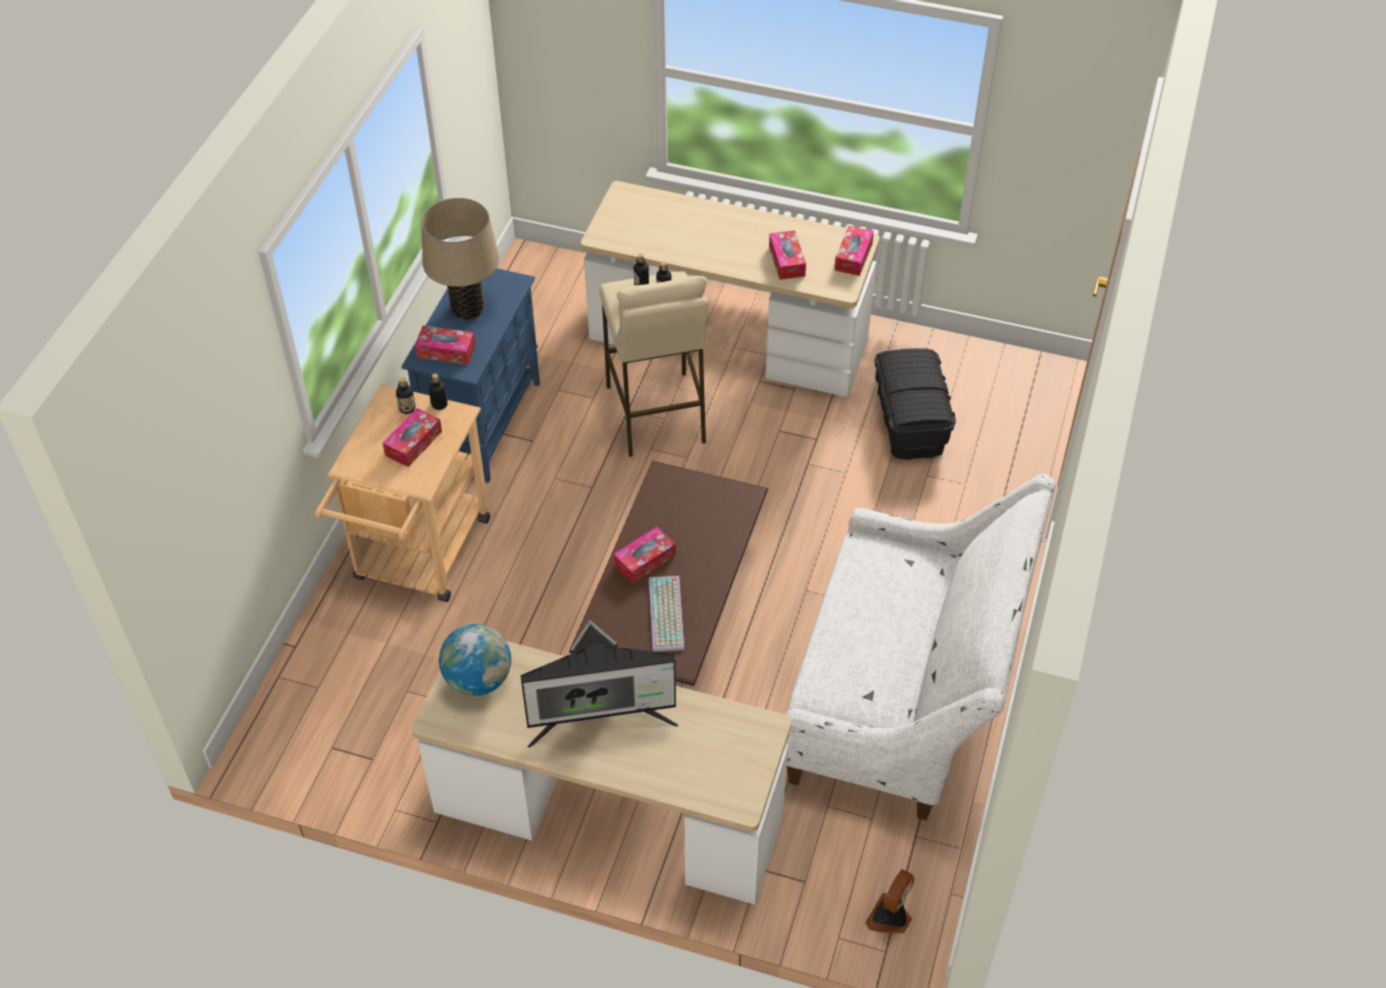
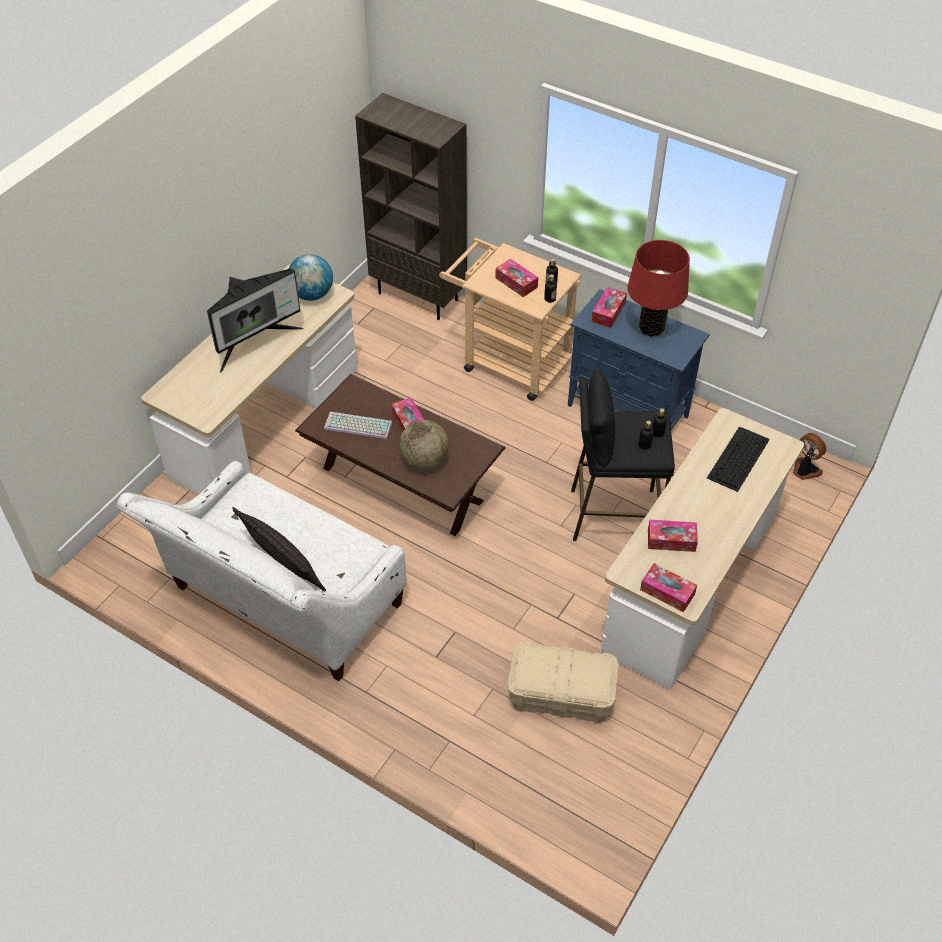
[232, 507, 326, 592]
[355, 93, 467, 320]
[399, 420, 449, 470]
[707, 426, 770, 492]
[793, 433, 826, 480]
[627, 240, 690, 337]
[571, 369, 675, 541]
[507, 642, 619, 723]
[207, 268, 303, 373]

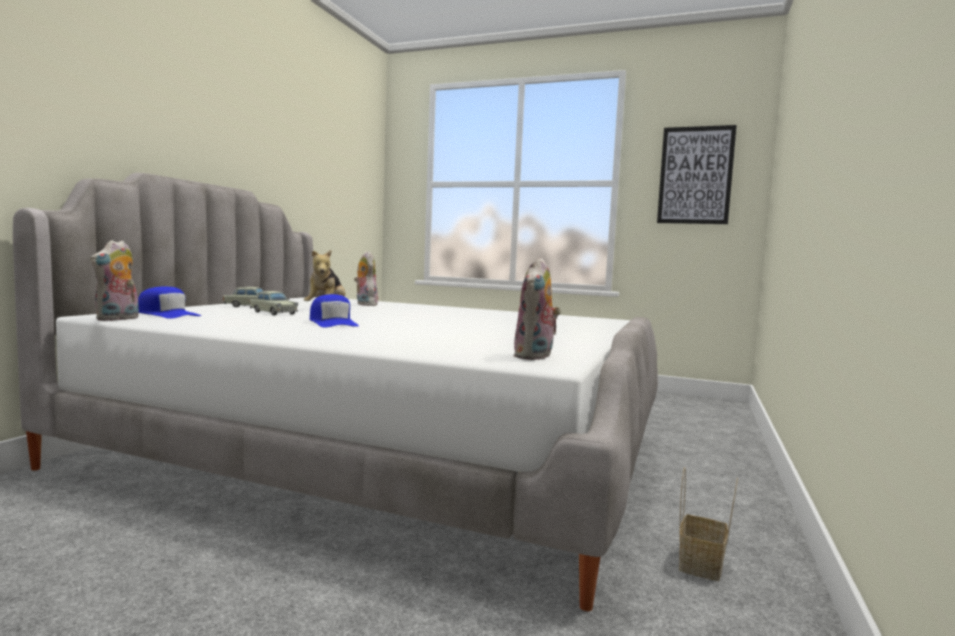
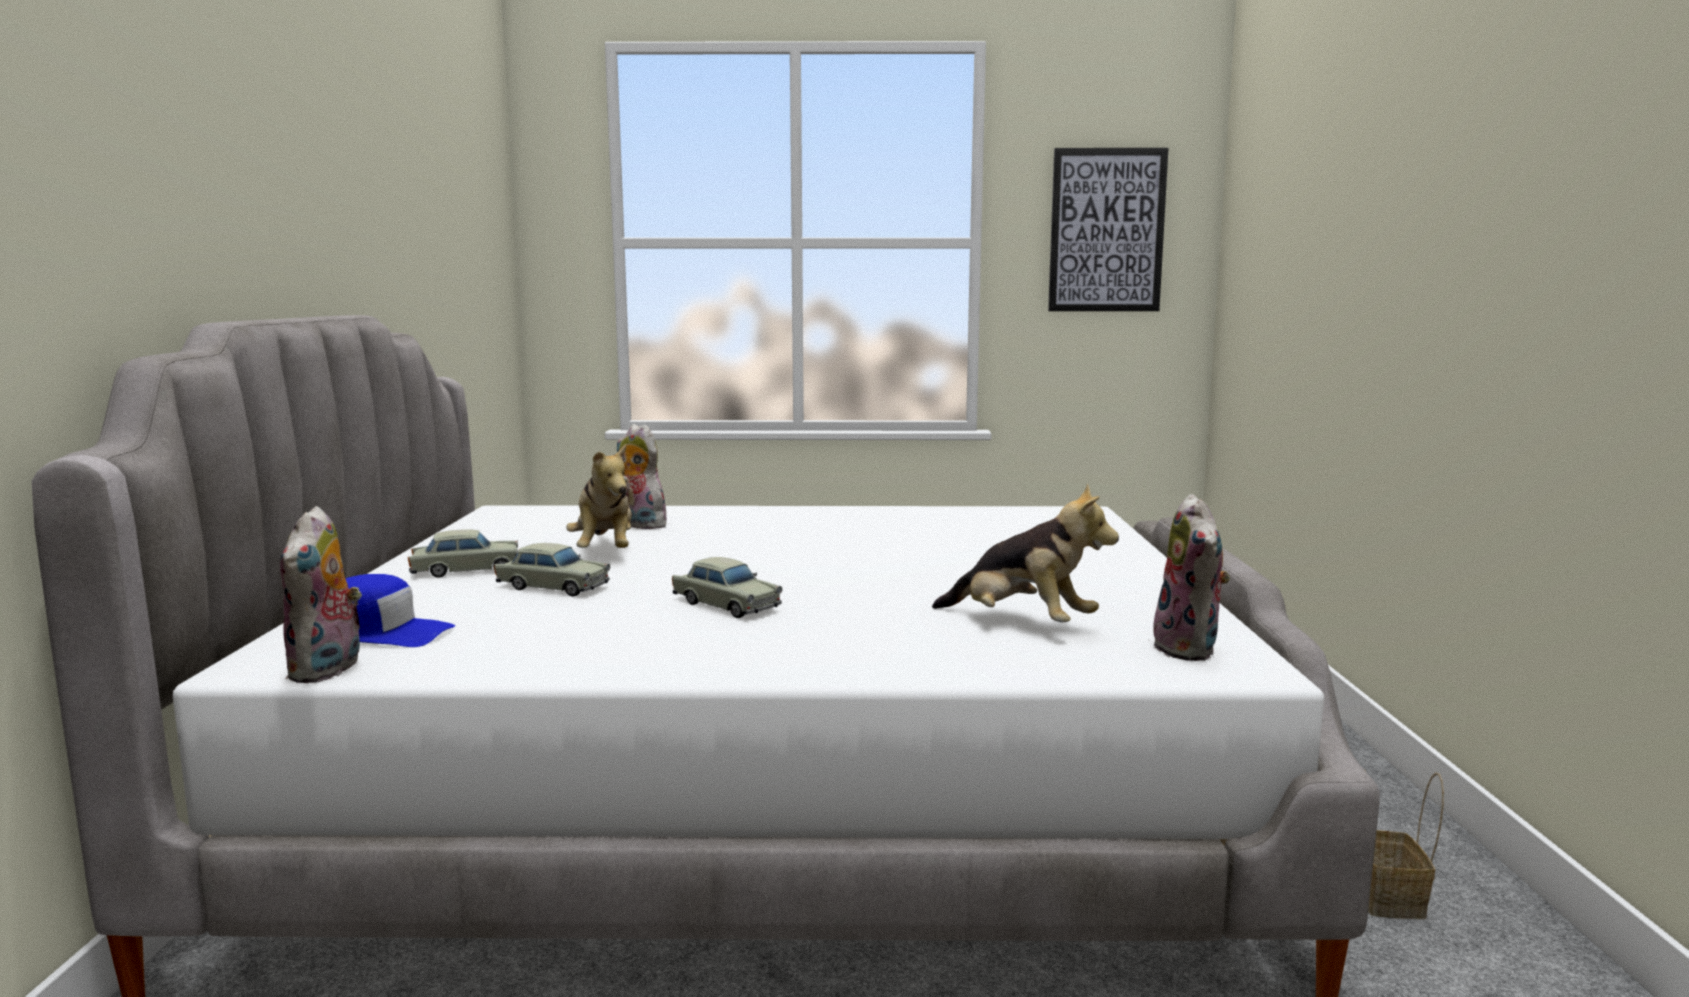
[932, 483, 1119, 622]
[672, 557, 782, 618]

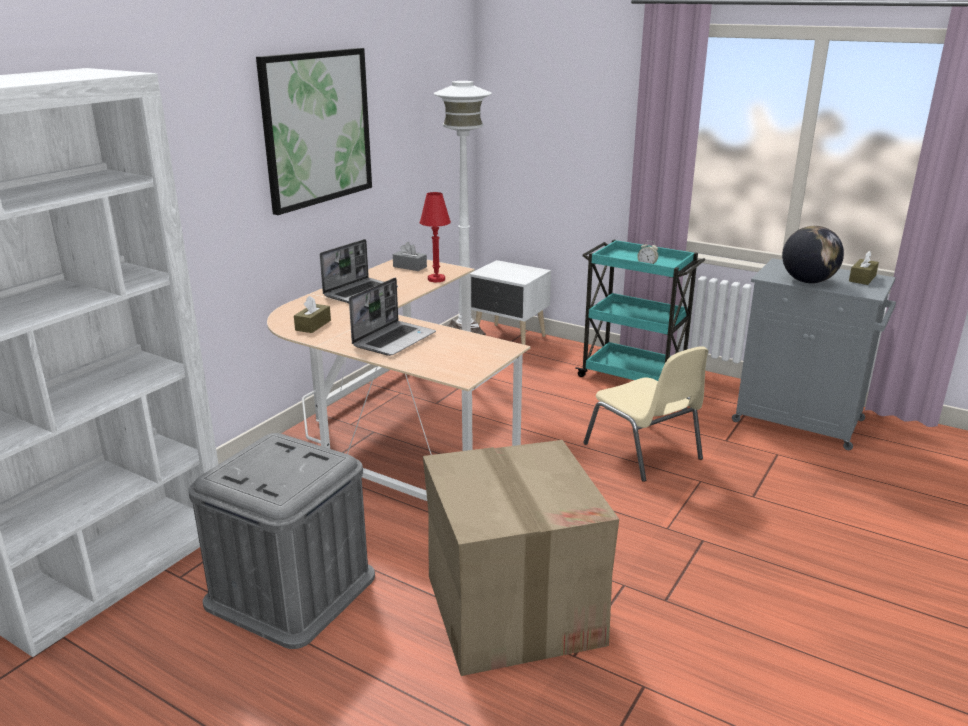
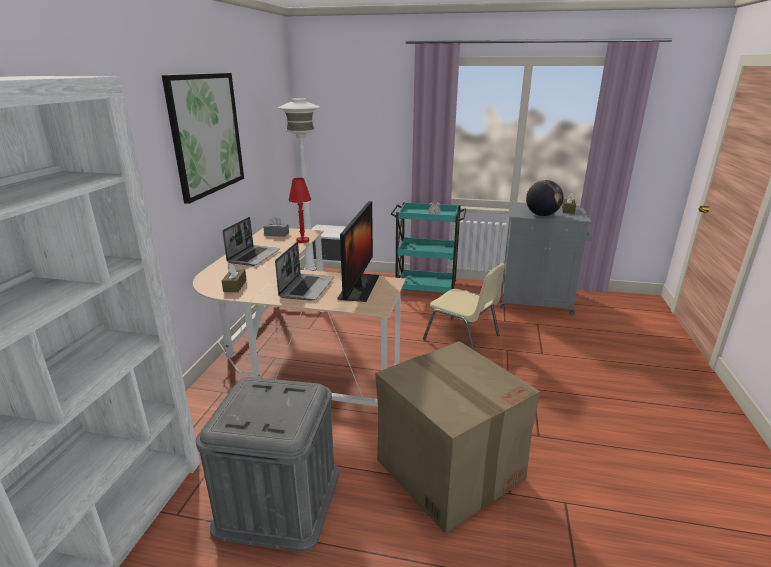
[338, 201, 379, 302]

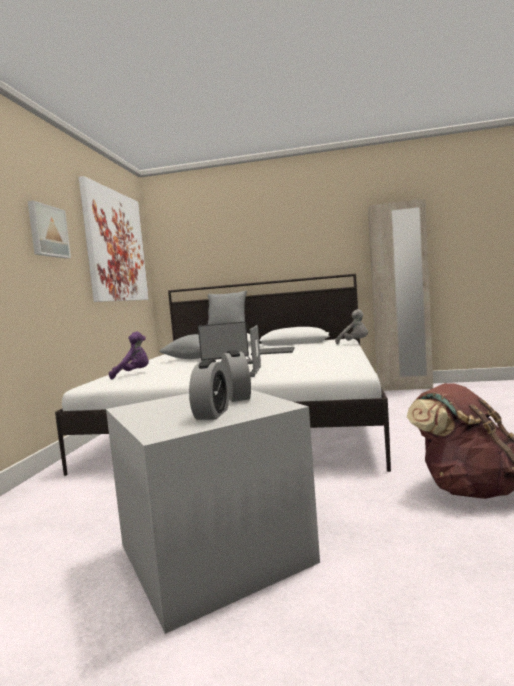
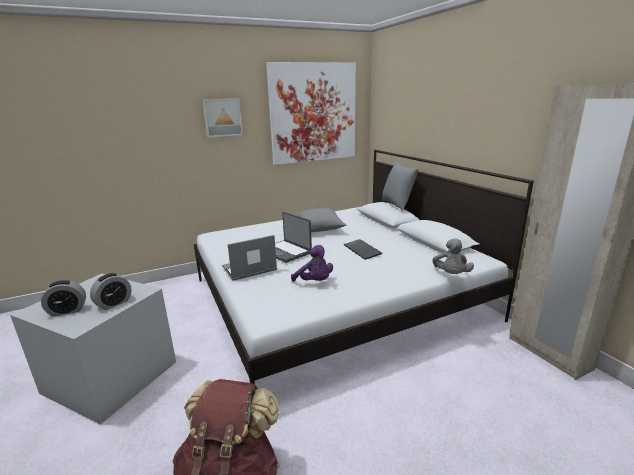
[291, 245, 333, 281]

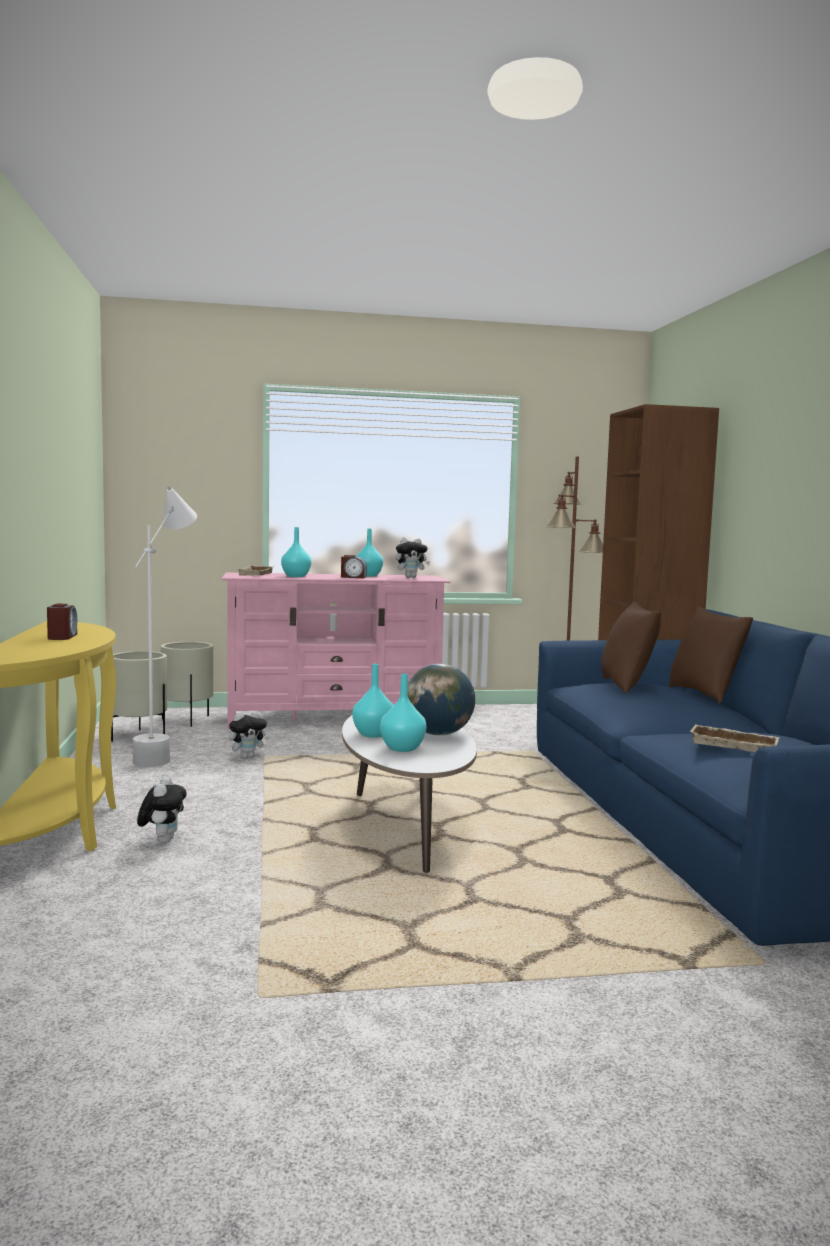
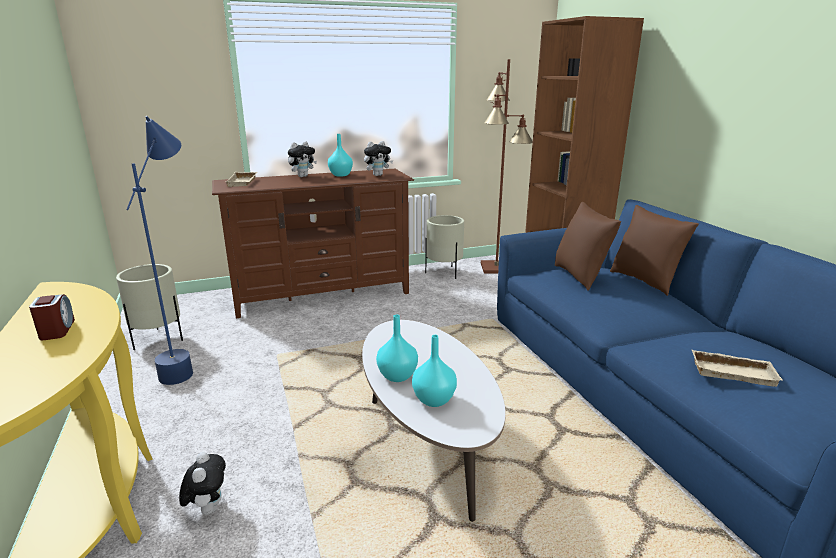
[281, 527, 311, 577] (first image)
[341, 555, 367, 578] (first image)
[408, 664, 475, 736] (first image)
[425, 215, 464, 279]
[288, 141, 317, 177]
[126, 116, 193, 385]
[212, 169, 414, 318]

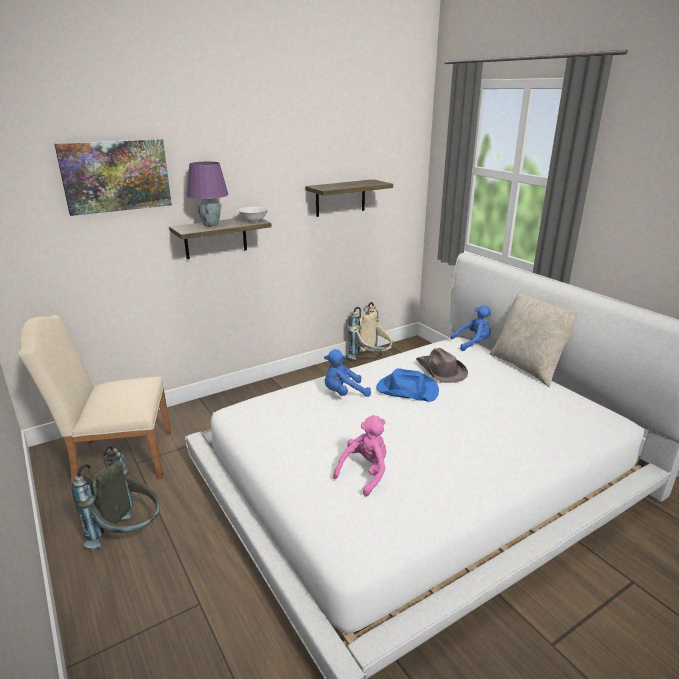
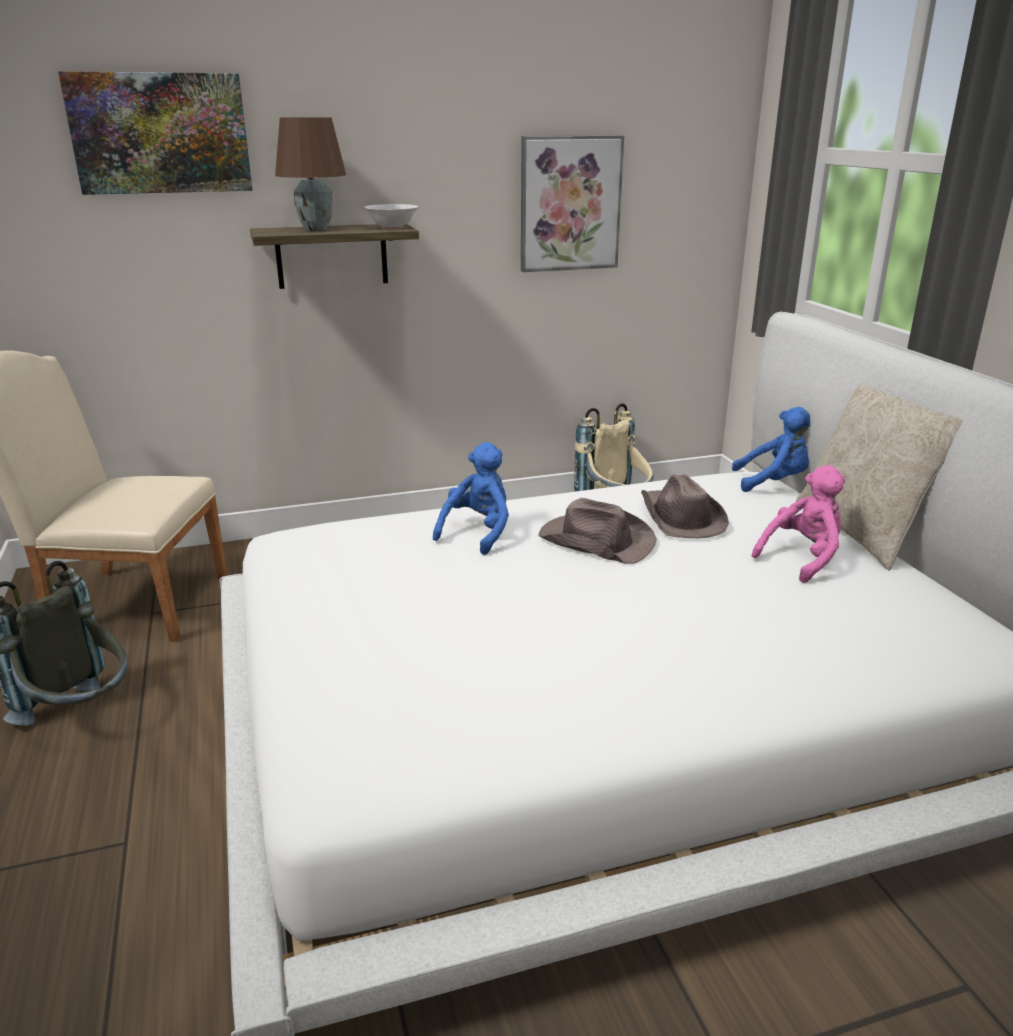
[752, 465, 846, 583]
[521, 135, 624, 272]
[275, 117, 346, 231]
[538, 498, 656, 564]
[433, 442, 509, 555]

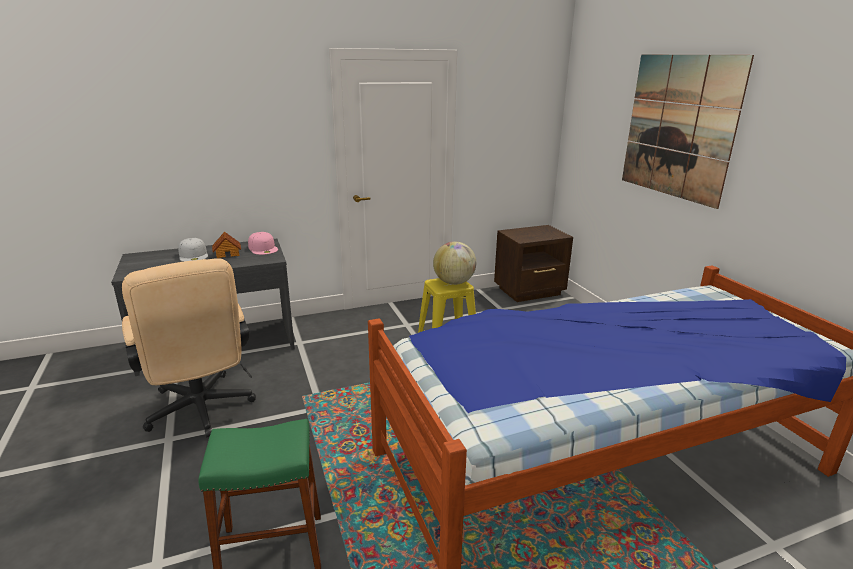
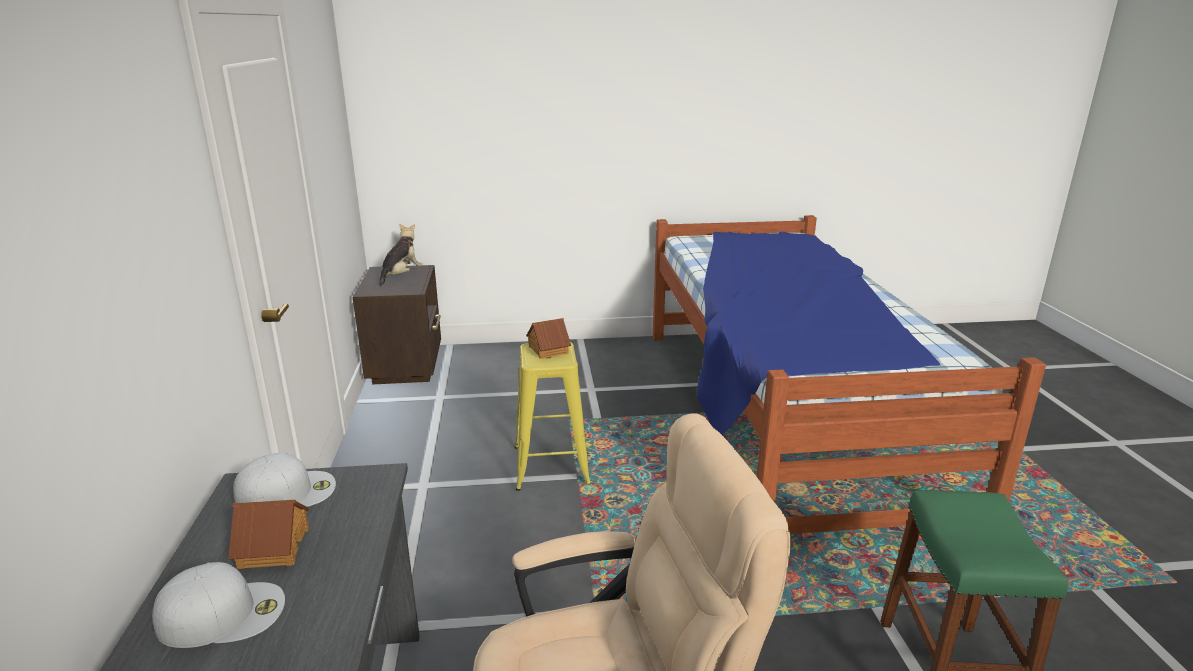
[622, 55, 754, 209] (first image)
[380, 224, 422, 287]
[527, 318, 571, 359]
[233, 453, 336, 507]

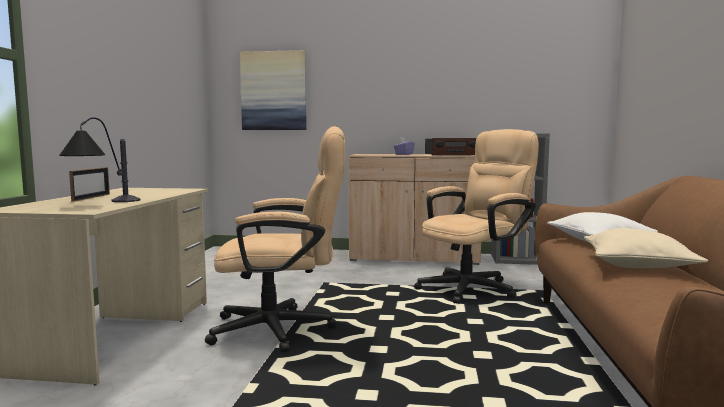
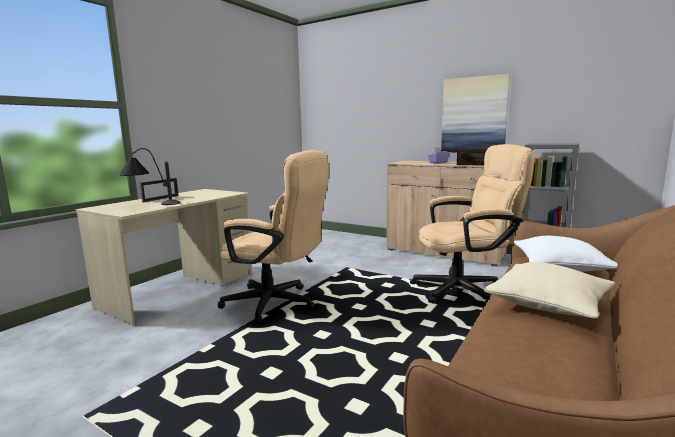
[441, 74, 510, 152]

